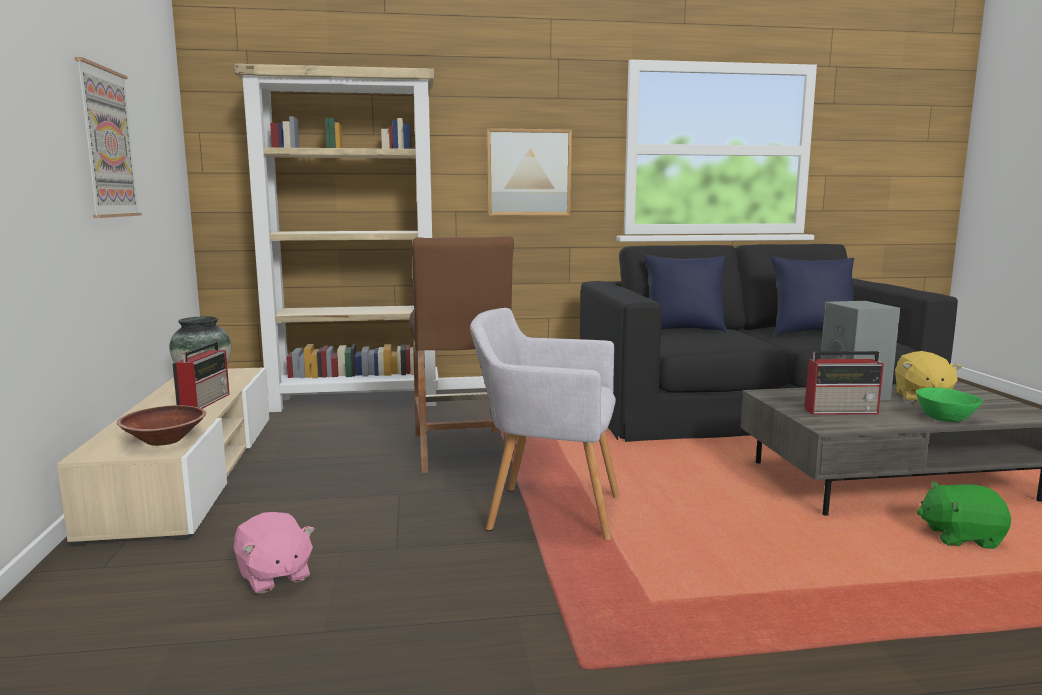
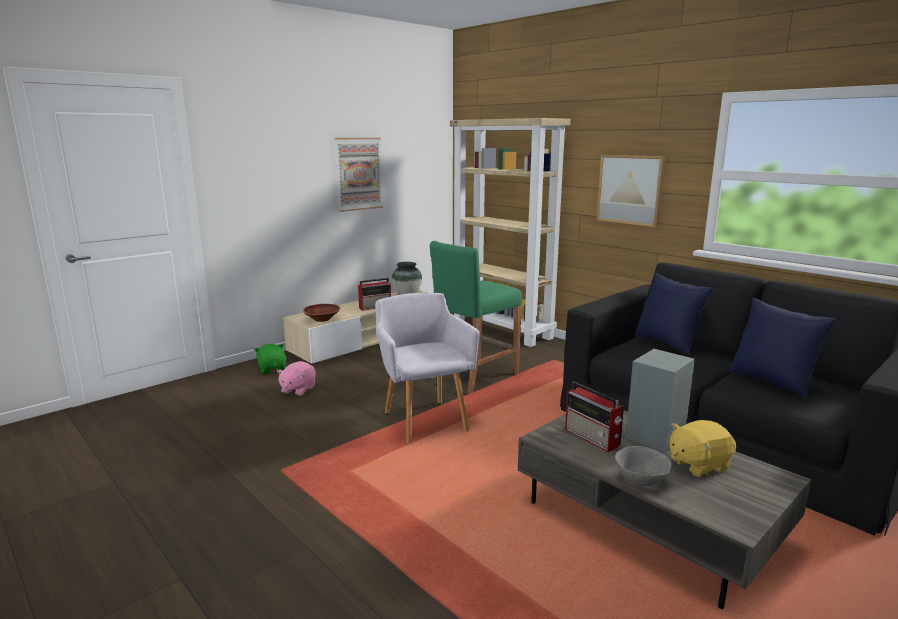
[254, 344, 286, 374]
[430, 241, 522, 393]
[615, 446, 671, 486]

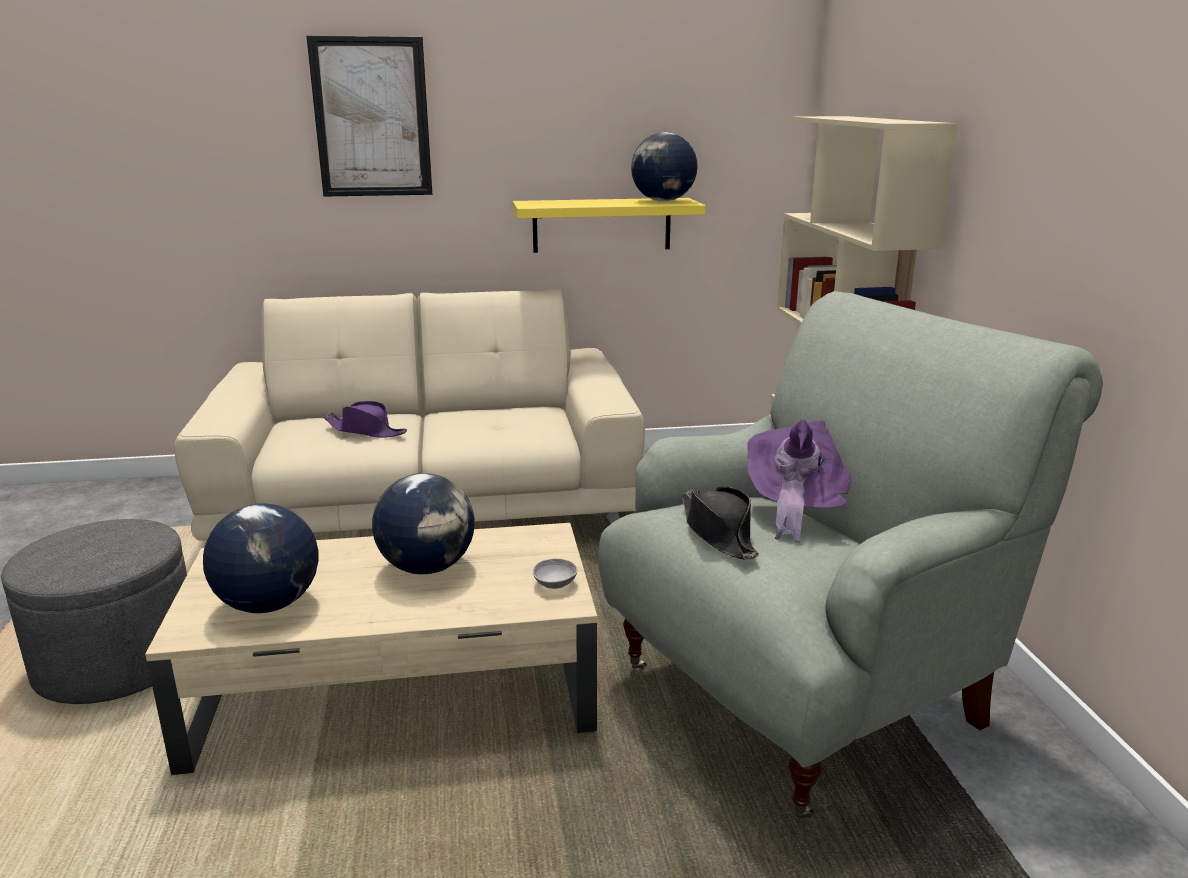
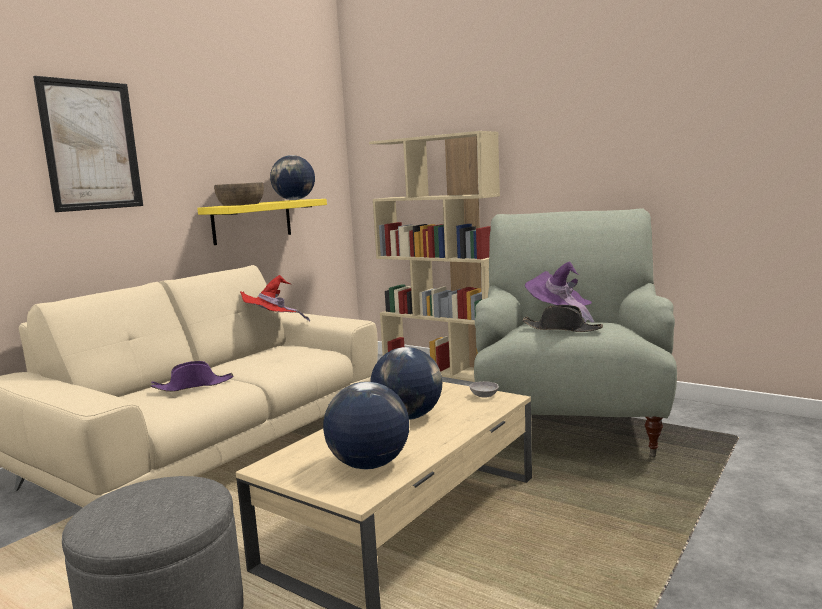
[214, 182, 264, 206]
[240, 275, 310, 321]

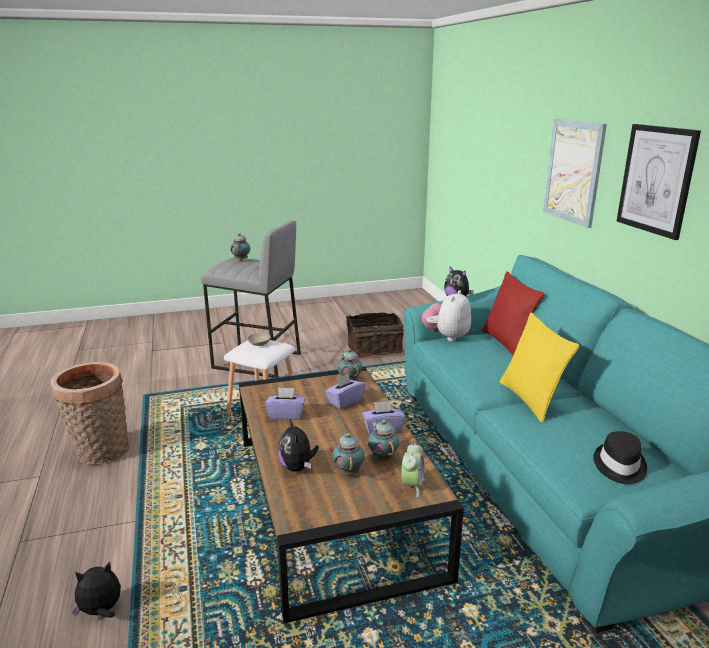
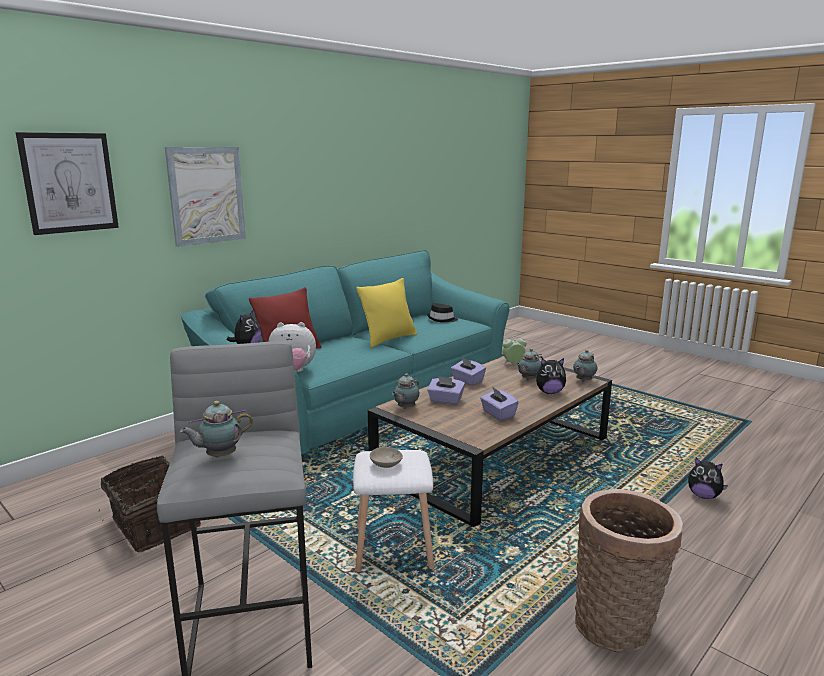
[573, 350, 597, 382]
[16, 132, 119, 235]
[536, 358, 566, 394]

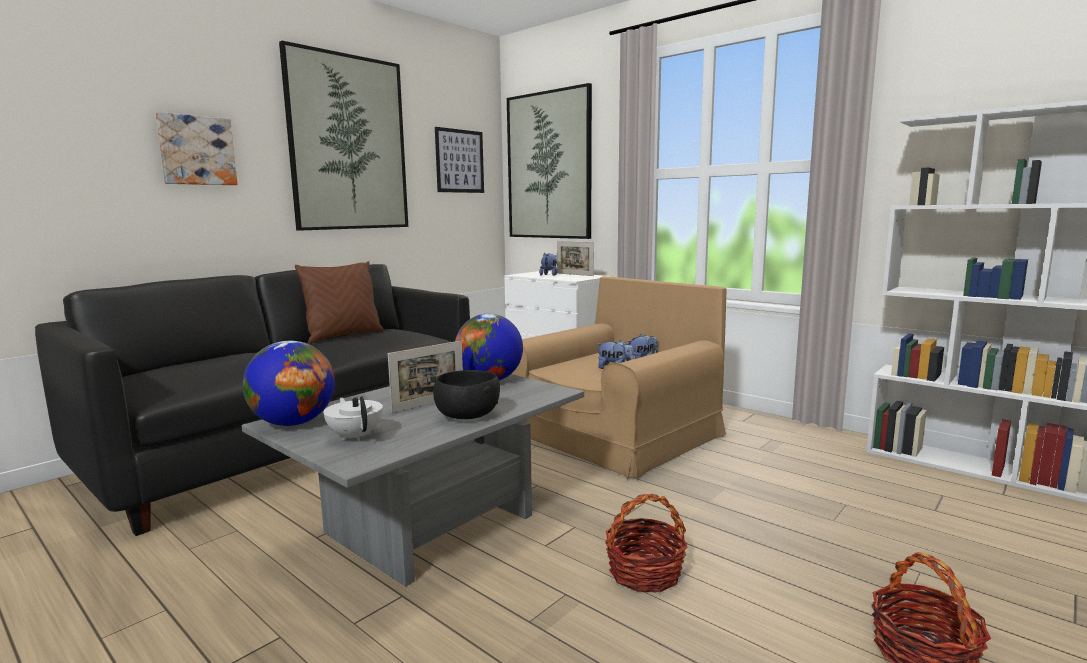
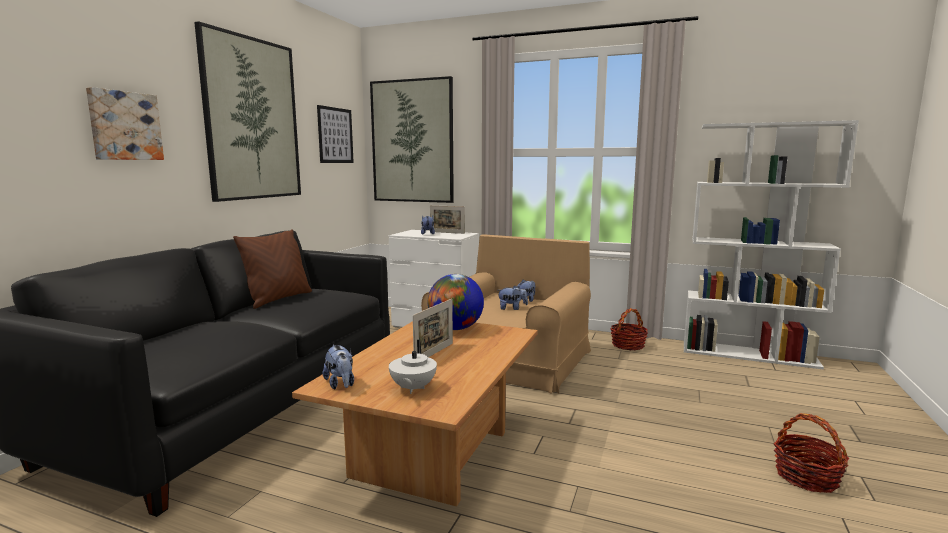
[433, 370, 500, 419] (first image)
[610, 308, 648, 350]
[323, 345, 354, 389]
[292, 321, 538, 507]
[389, 340, 437, 394]

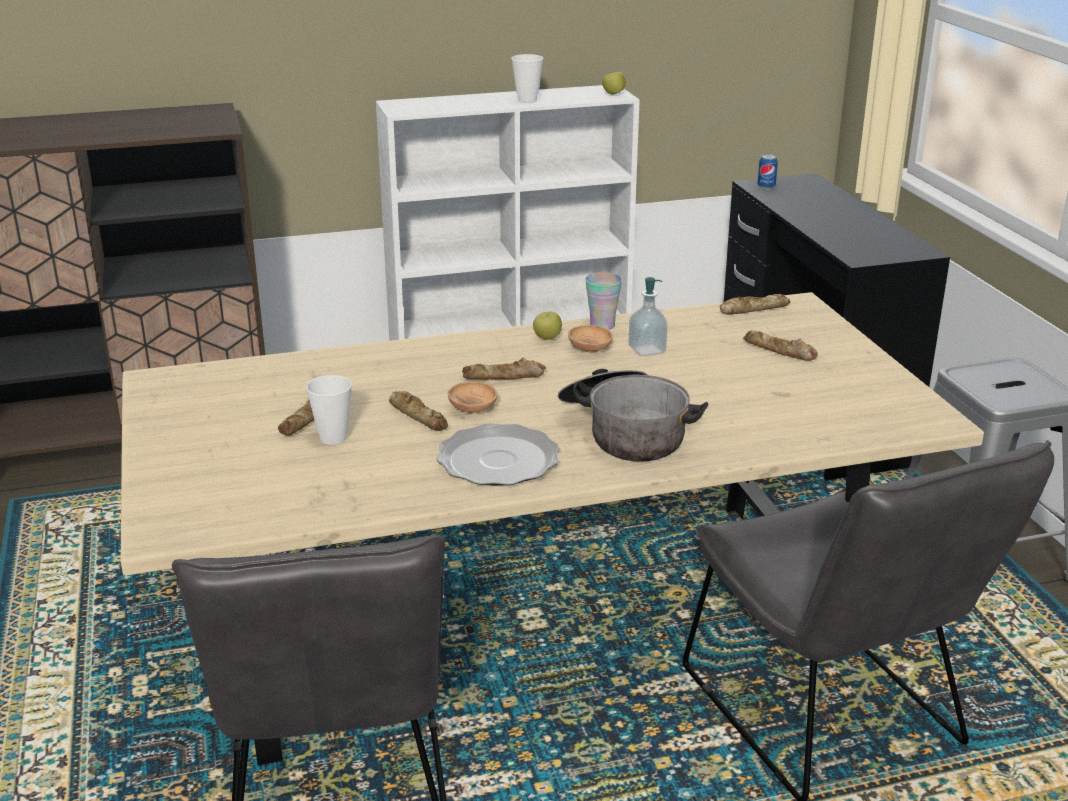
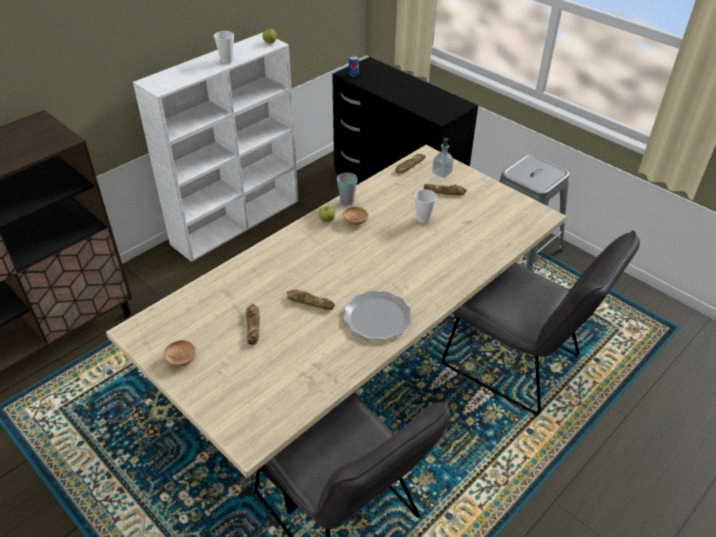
[462, 358, 546, 380] (first image)
[558, 369, 709, 462] (first image)
[414, 189, 437, 224]
[164, 340, 196, 367]
[432, 138, 454, 178]

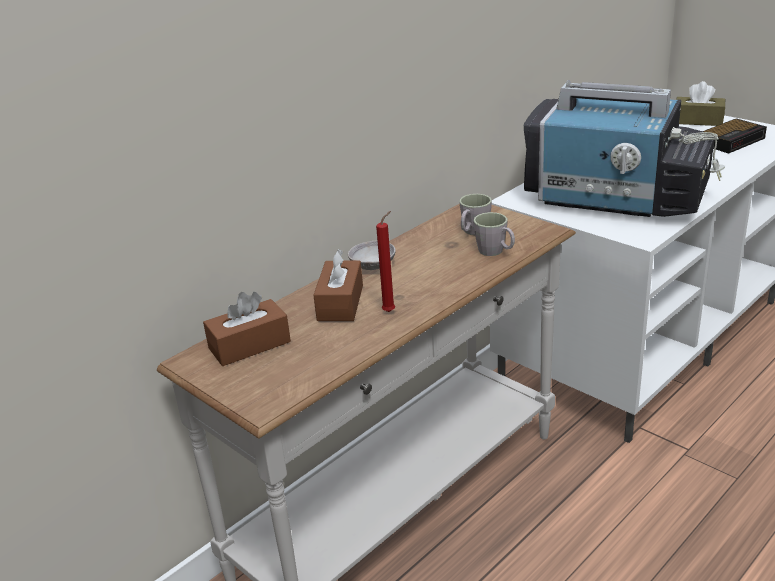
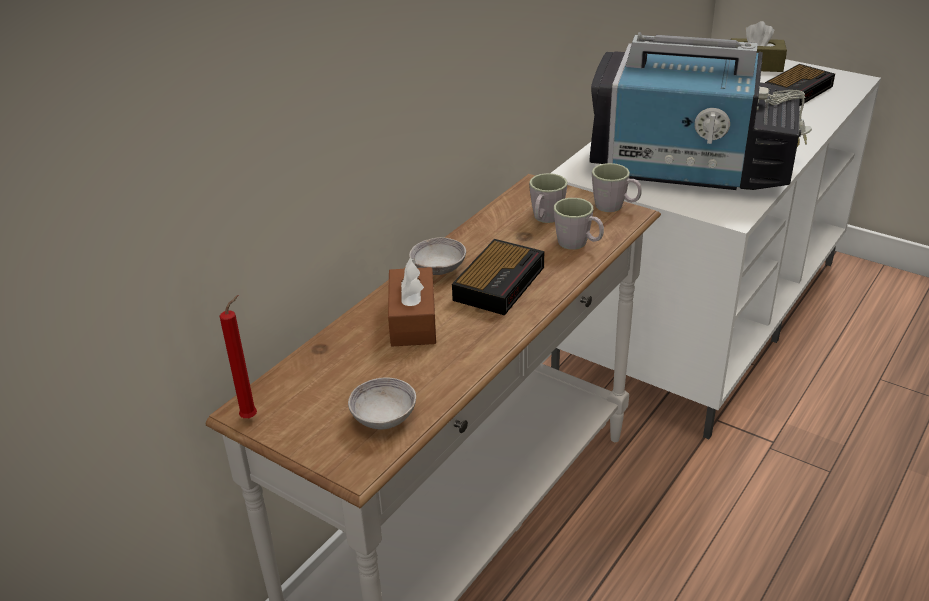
[203, 292, 291, 366] (first image)
[348, 377, 416, 429]
[452, 239, 544, 315]
[592, 163, 642, 212]
[219, 295, 257, 418]

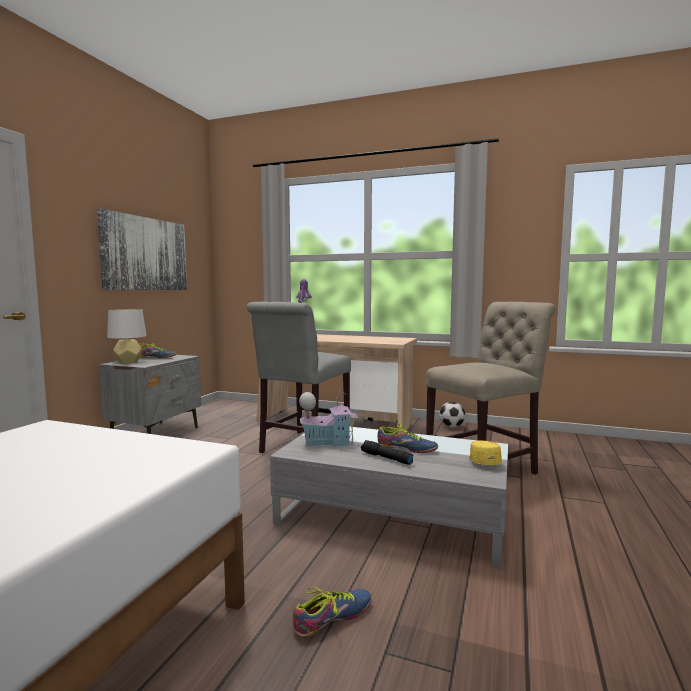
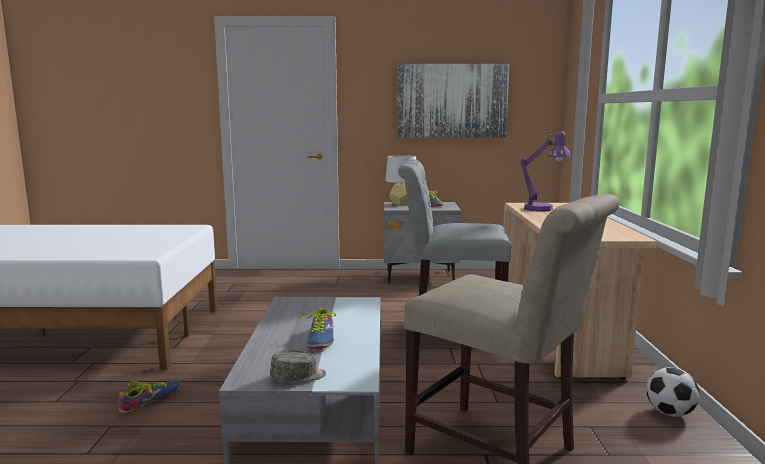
[299, 388, 358, 447] (first image)
[361, 440, 413, 465] (first image)
[270, 350, 326, 382]
[118, 380, 181, 414]

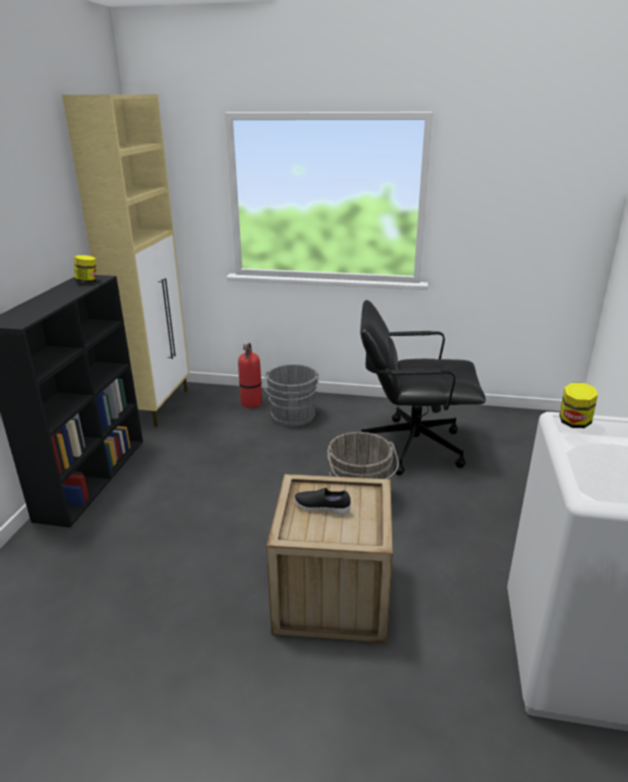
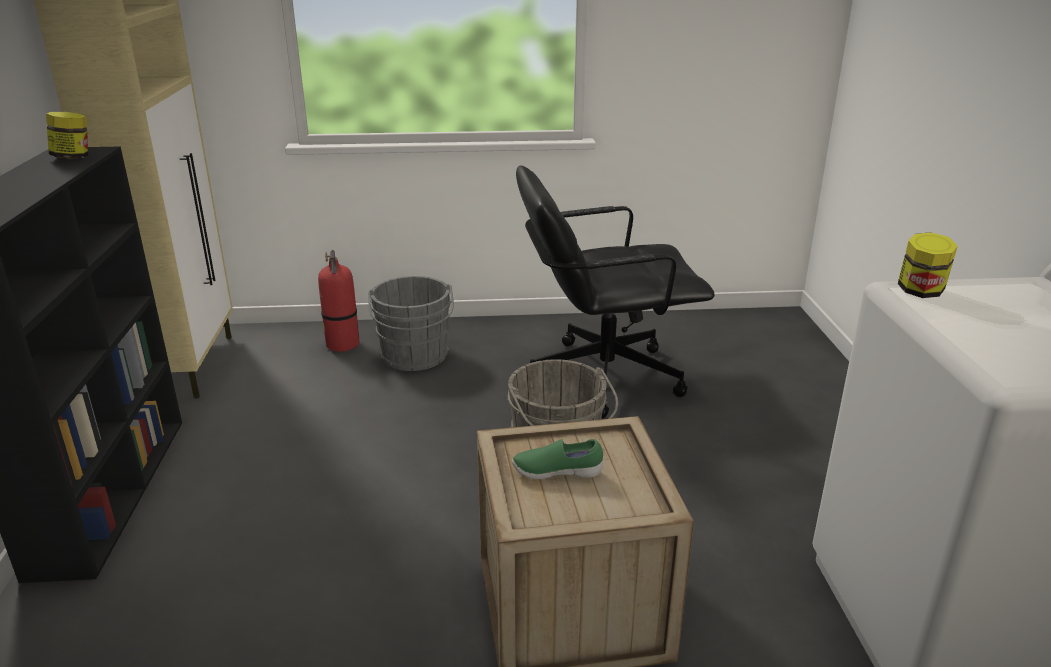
[512, 439, 603, 479]

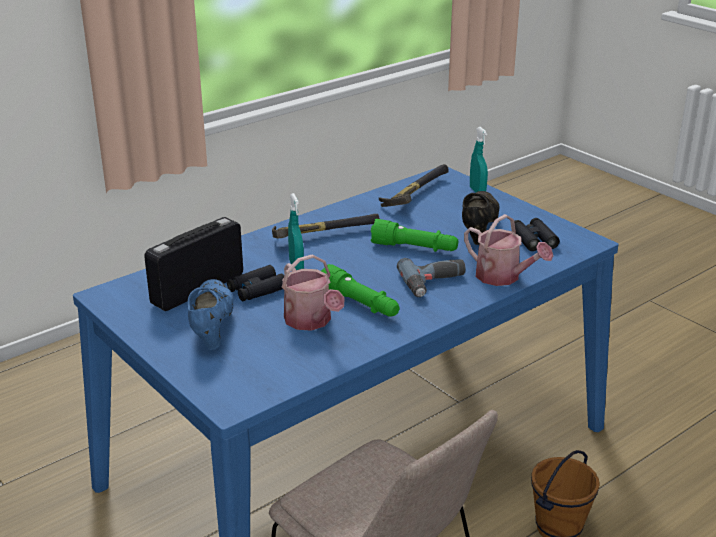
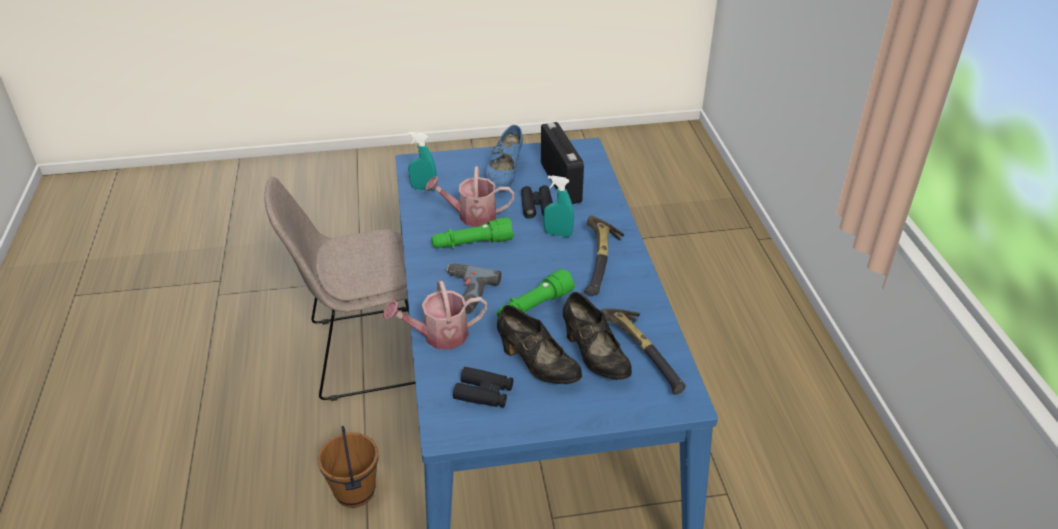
[563, 292, 632, 380]
[408, 132, 437, 191]
[485, 125, 523, 189]

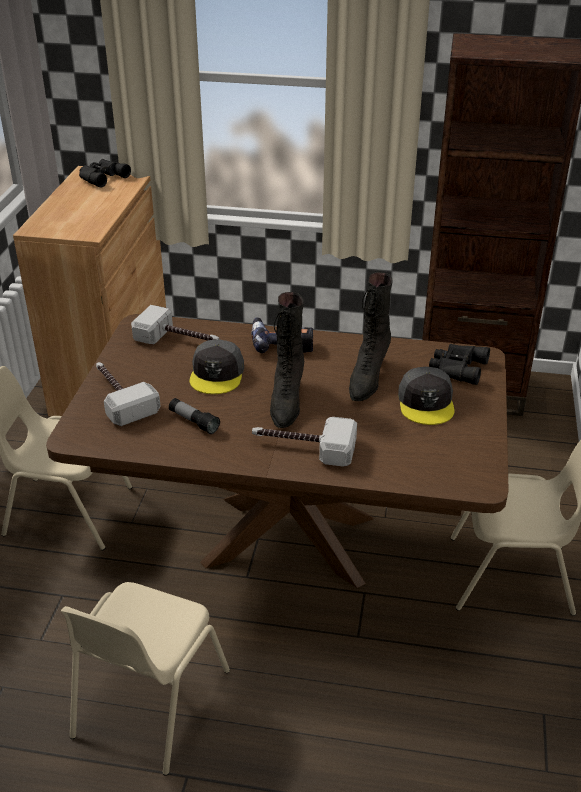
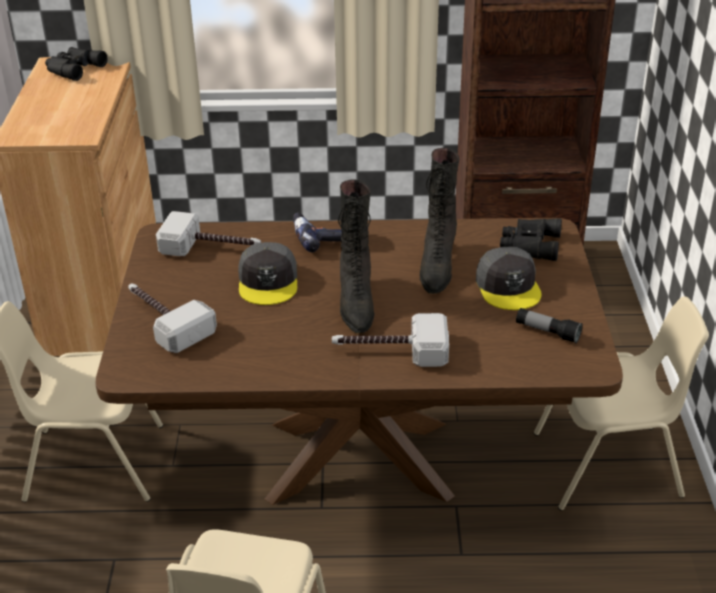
[516, 308, 583, 343]

